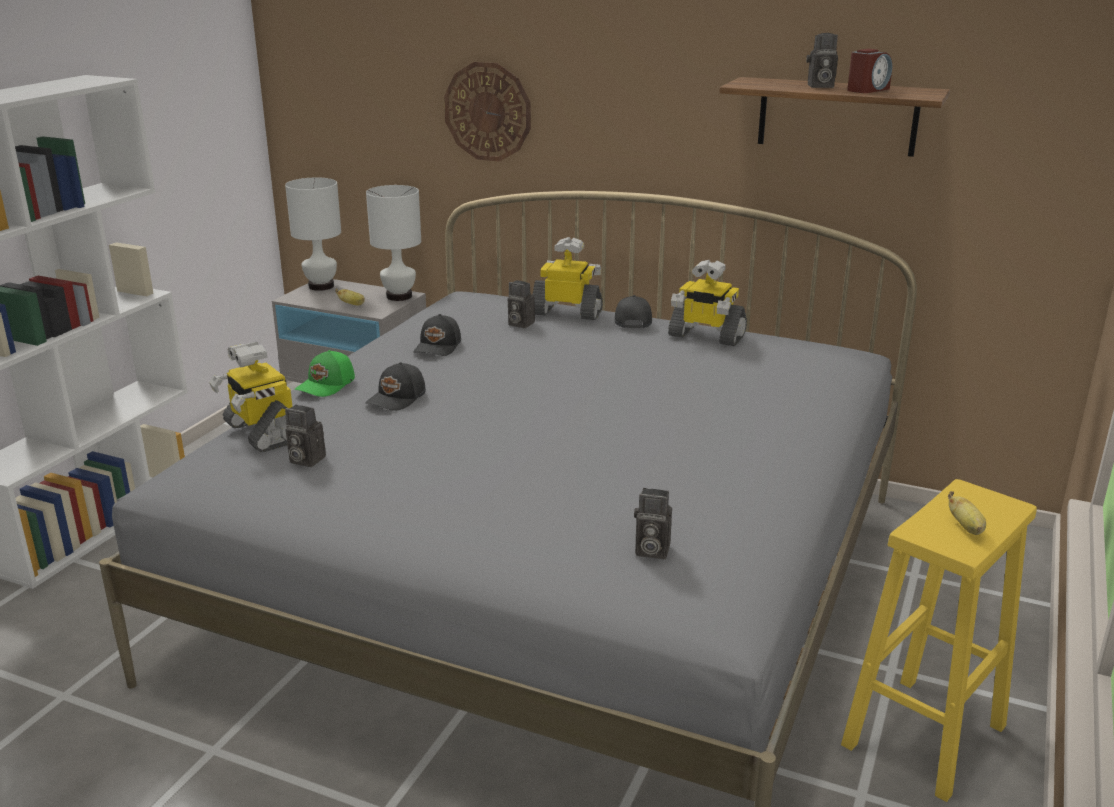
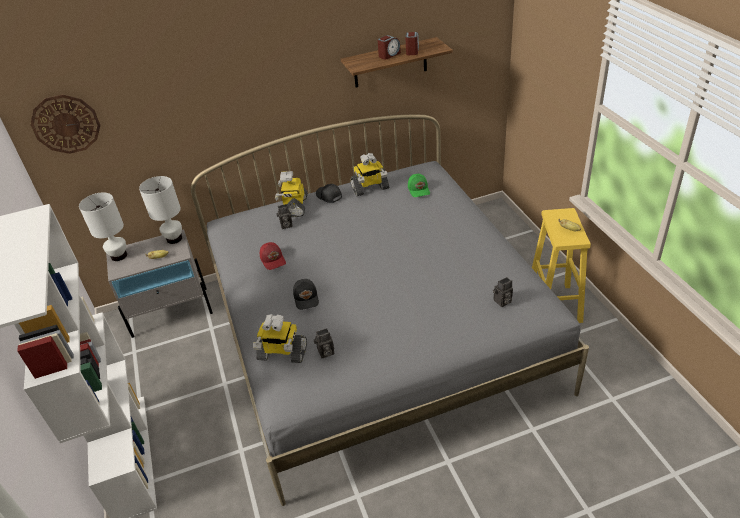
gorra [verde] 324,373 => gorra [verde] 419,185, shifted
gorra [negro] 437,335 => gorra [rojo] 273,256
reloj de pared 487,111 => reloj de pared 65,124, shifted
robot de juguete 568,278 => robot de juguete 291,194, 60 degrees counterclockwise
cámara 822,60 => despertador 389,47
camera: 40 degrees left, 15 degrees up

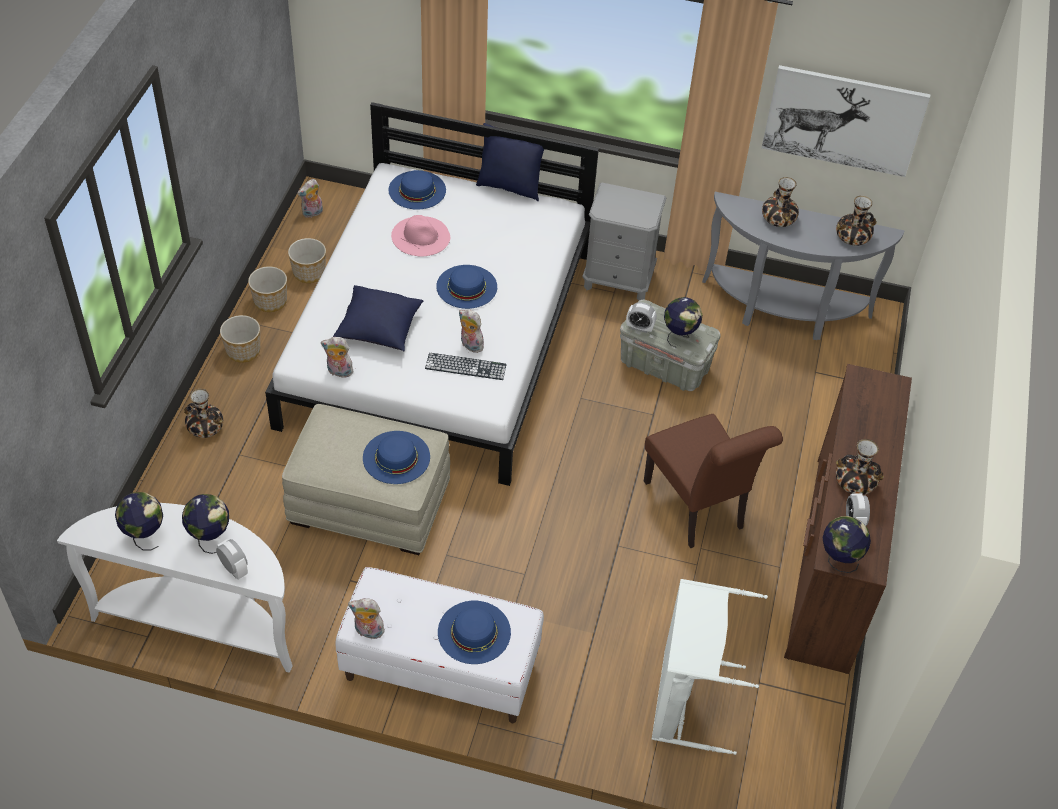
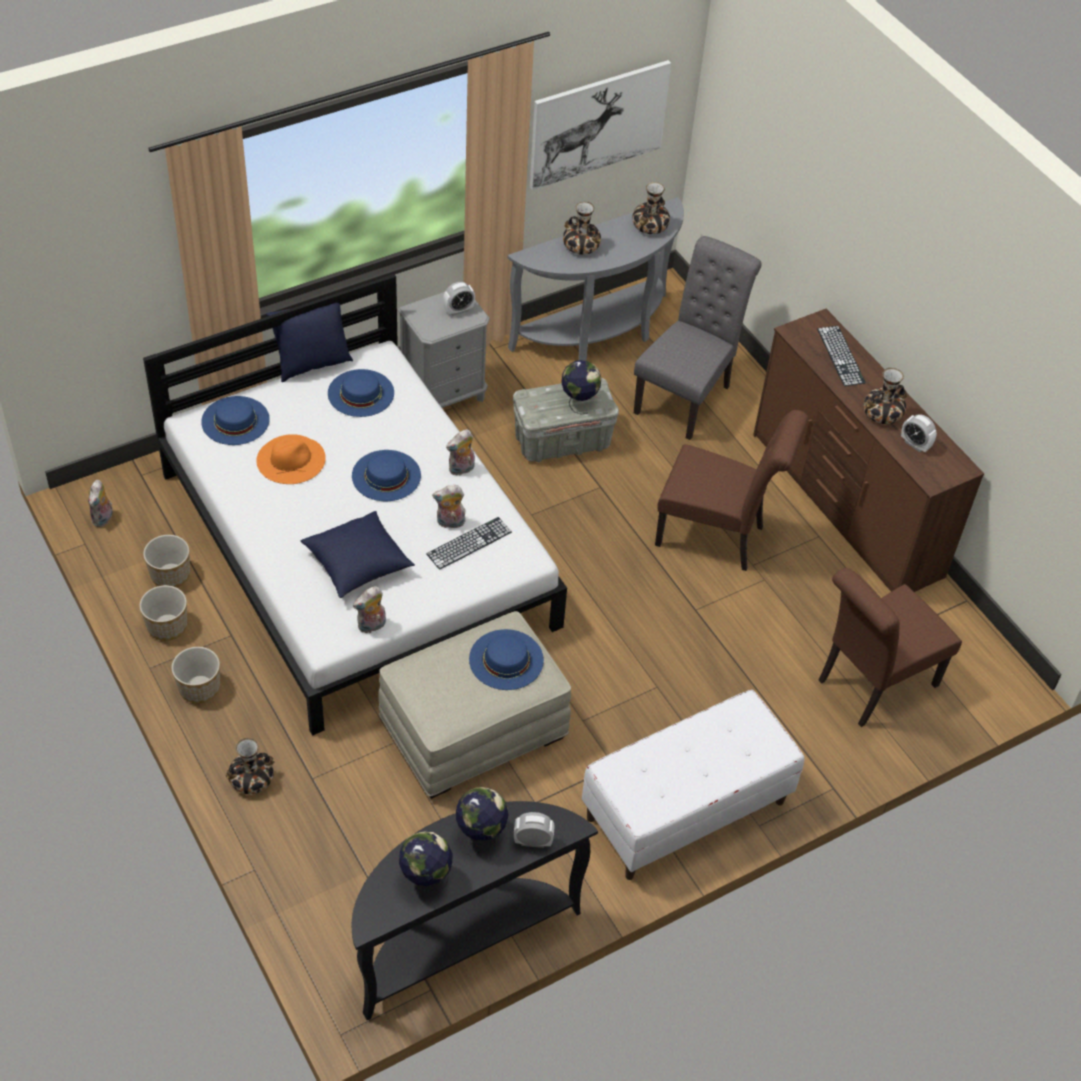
mesa consola [blanco] 175,588 => mesa consola [negro] 475,910
peluche 366,618 => peluche 460,452, shifted
sombrero [rosa] 420,235 => sombrero [naranja] 291,459
sombrero [azul] 474,632 => sombrero [azul] 361,393, shifted
despertador 641,317 => despertador 459,299, shifted
cesto de la ropa [blanco] 710,667 => silla [marrón] 890,647
globo terráqueo 847,544 => nothing
nothing => silla [gris] 698,338
nothing => teclado 841,356
camera: 45 degrees left, 0 degrees up

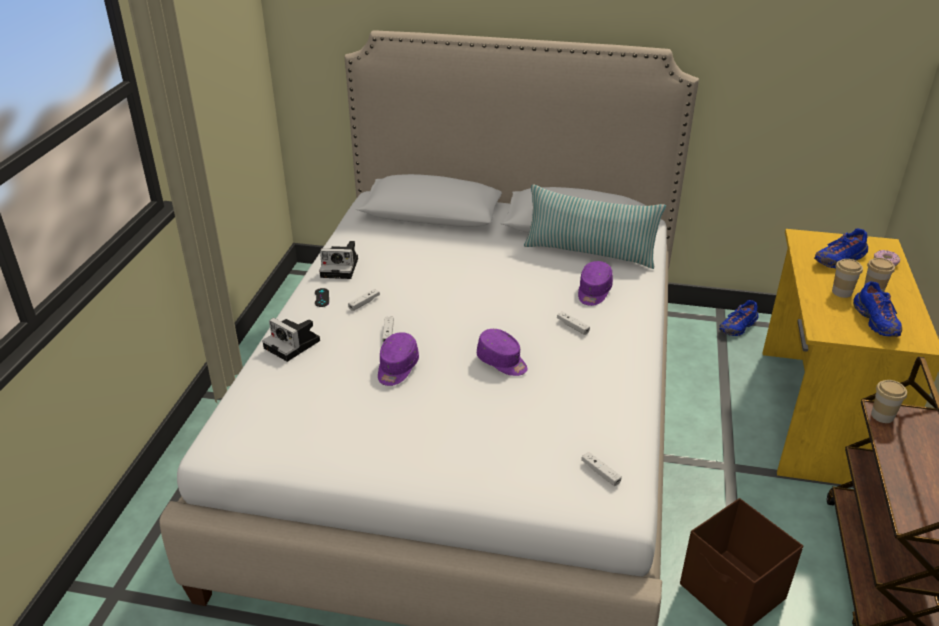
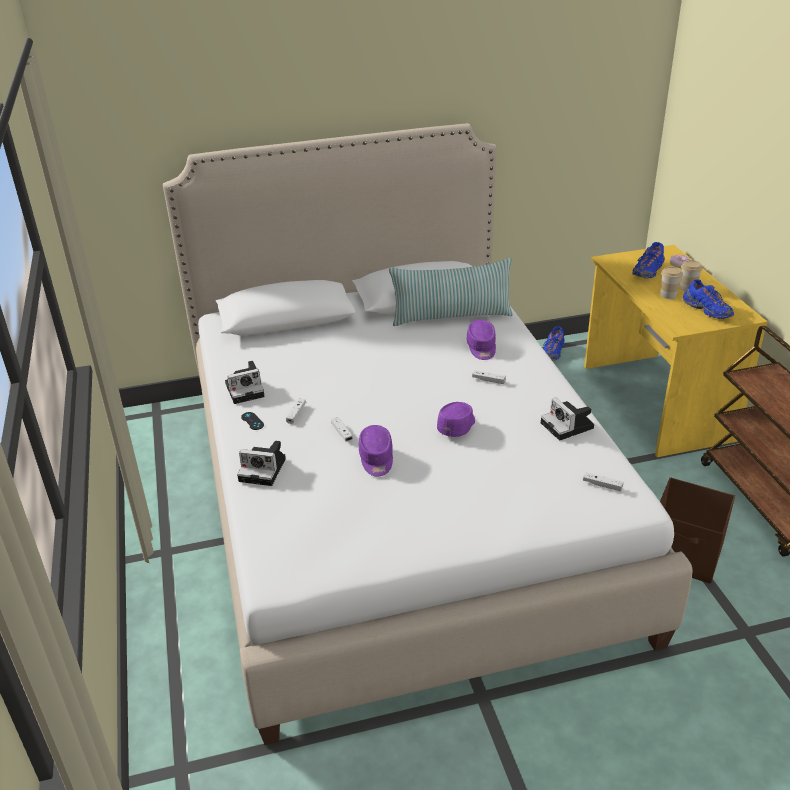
gorra [morado] 502,352 => gorra [morado] 456,419, 75 degrees counterclockwise
taza 889,401 => nothing
nothing => cámara 567,419
camera: 25 degrees left, 0 degrees up

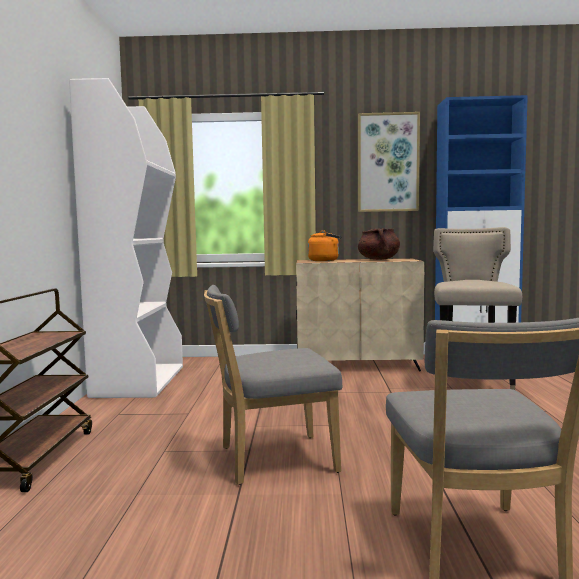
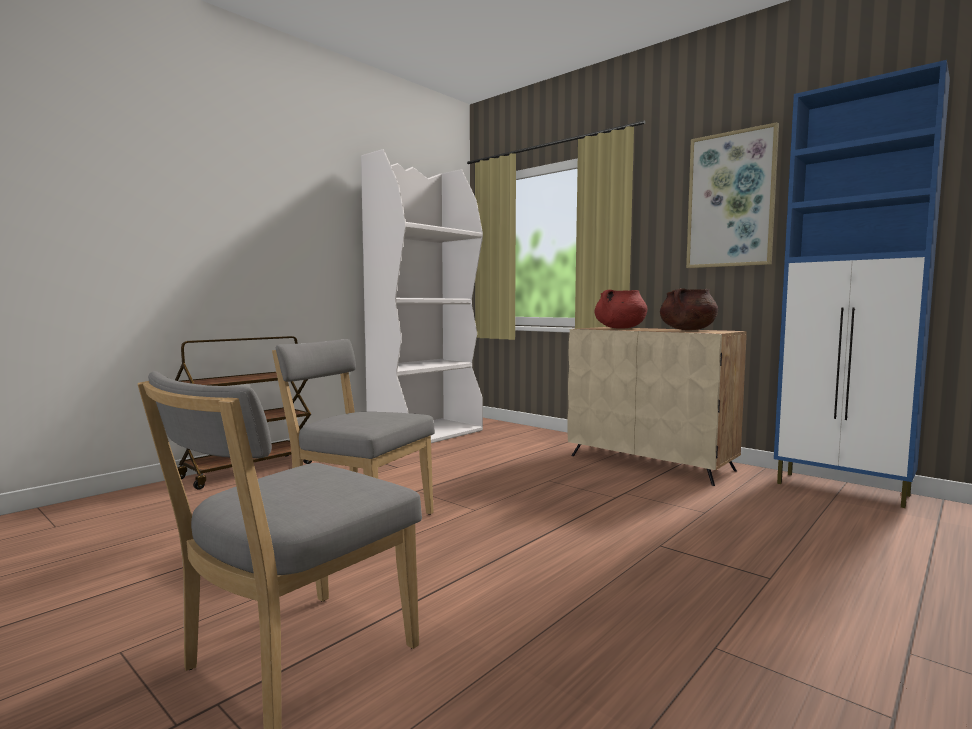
hervidor [naranja] 325,246 => olla [rojo] 621,309
taburete [beis] 477,308 => nothing
camera: 40 degrees right, 0 degrees up

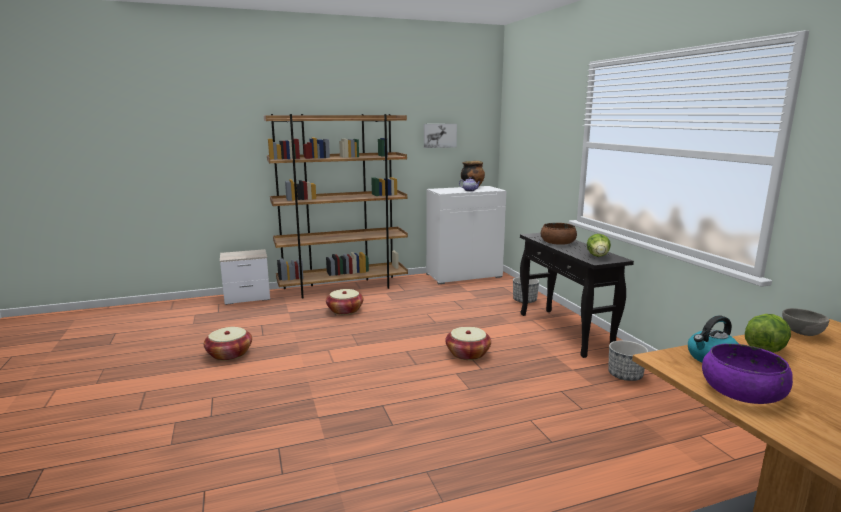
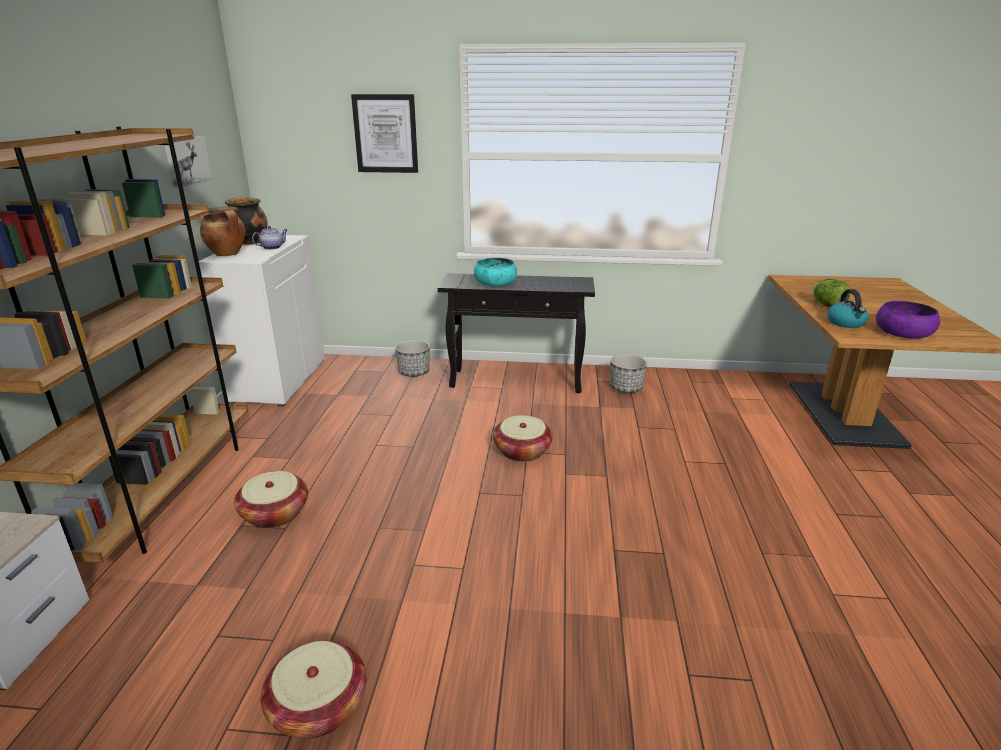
cuenco [marrón] 559,234 => cuenco [turquesa] 495,272
lechuga 599,245 => nothing
cuenco [gris] 805,322 => nothing
nothing => olla 223,231
nothing => cuadro 384,133
camera: 65 degrees left, 10 degrees up

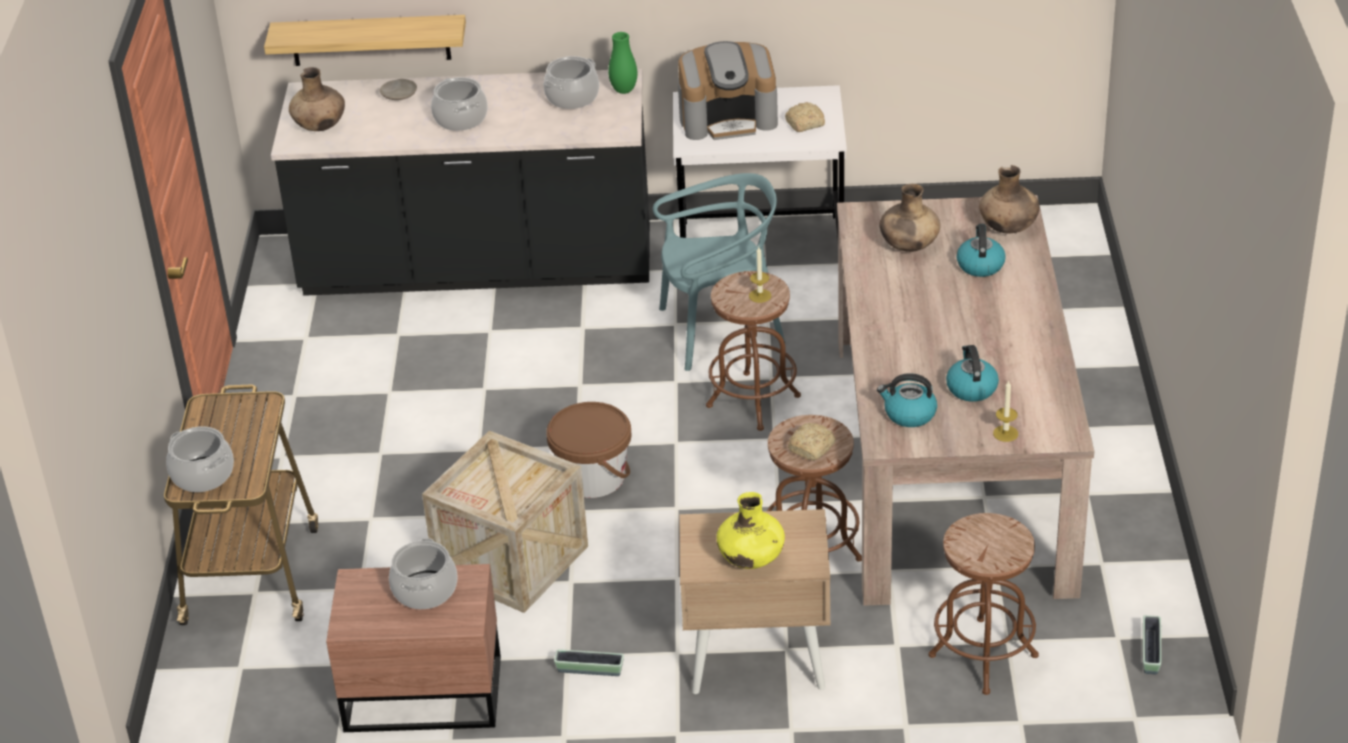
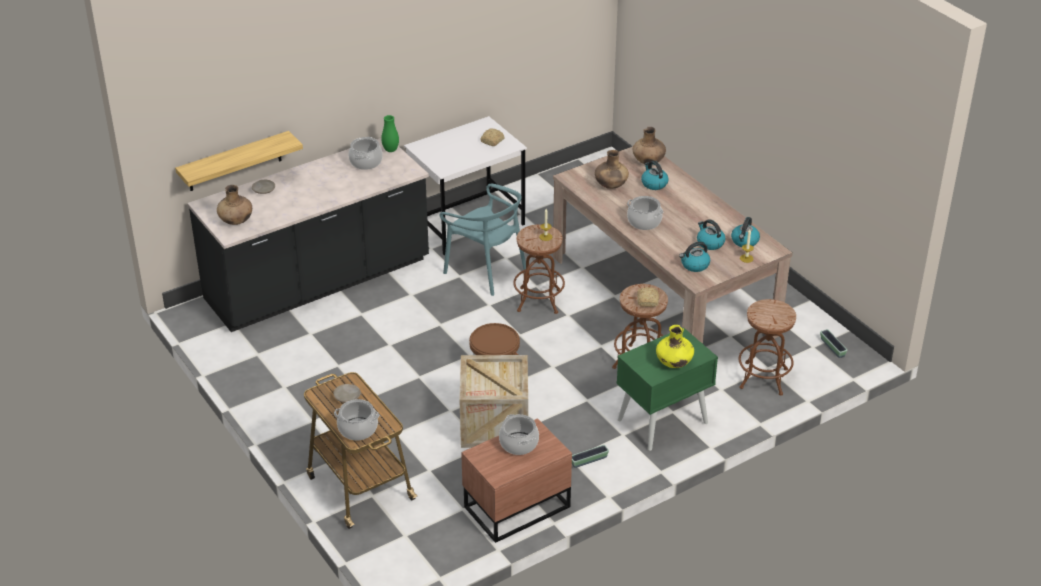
olla 459,104 => olla 645,213, shifted
silla [turquesa] 719,272 => silla [turquesa] 483,240, 90 degrees clockwise
cafetera 728,90 => nothing
mesita de noche [beis] 755,601 => mesita de noche [verde] 667,389
nothing => plato [beis] 347,393
nothing => hervidor 745,232
camera: 35 degrees left, 0 degrees up

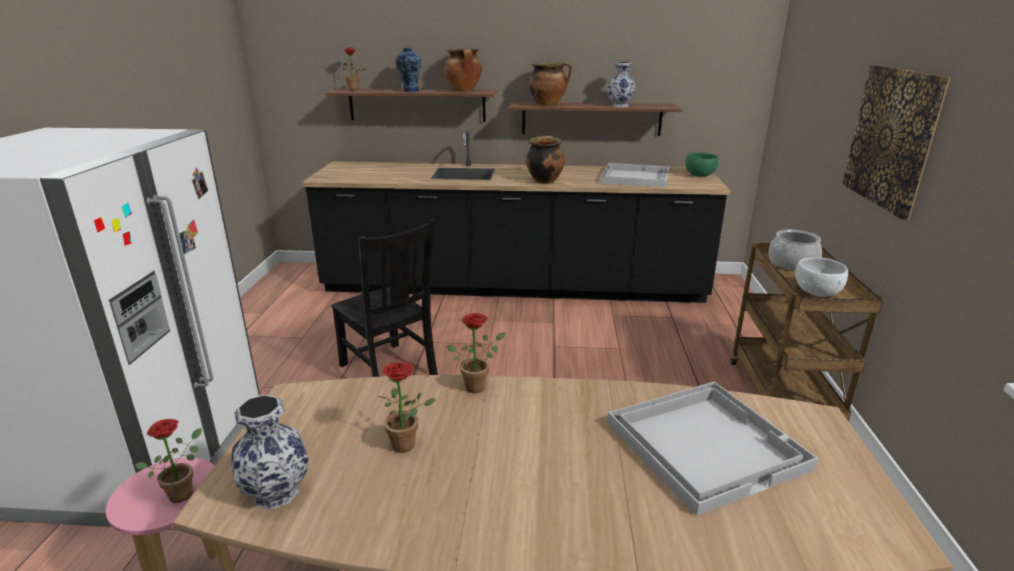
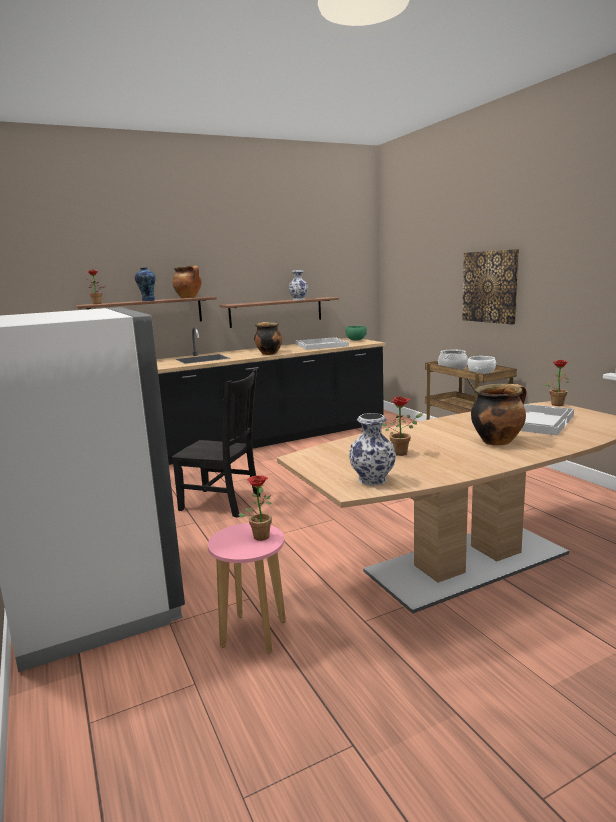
planta en maceta 476,353 => planta en maceta 556,383, shifted
olla 550,84 => olla 498,415, shifted
camera: 30 degrees left, 10 degrees down

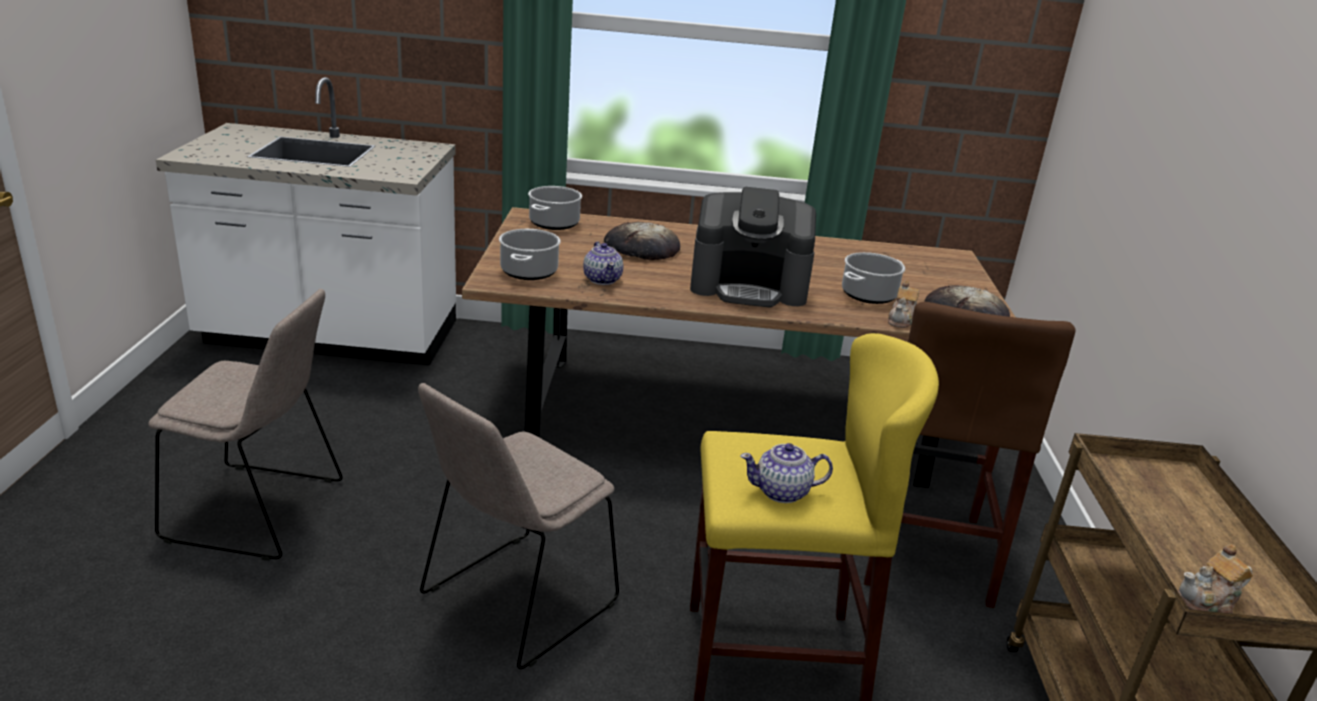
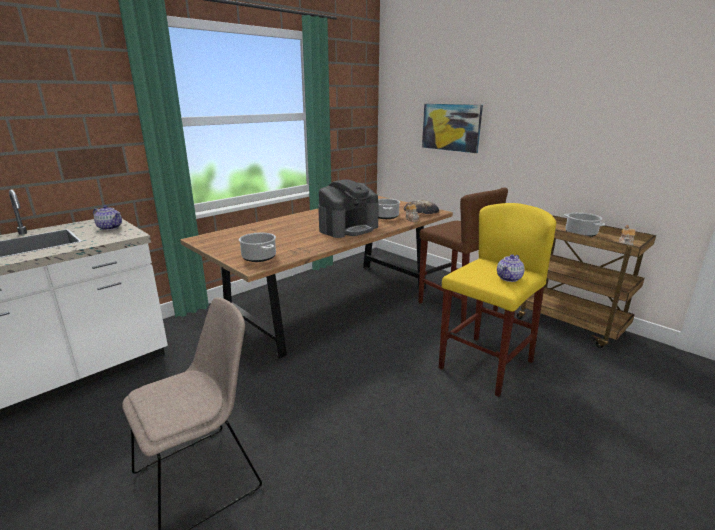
silla [beis] 518,526 => nothing
olla 555,208 => olla 584,224, shifted
tetera 603,263 => tetera 107,217, shifted
pan 642,241 => nothing
nothing => cuadro 452,128
camera: 45 degrees left, 5 degrees down

